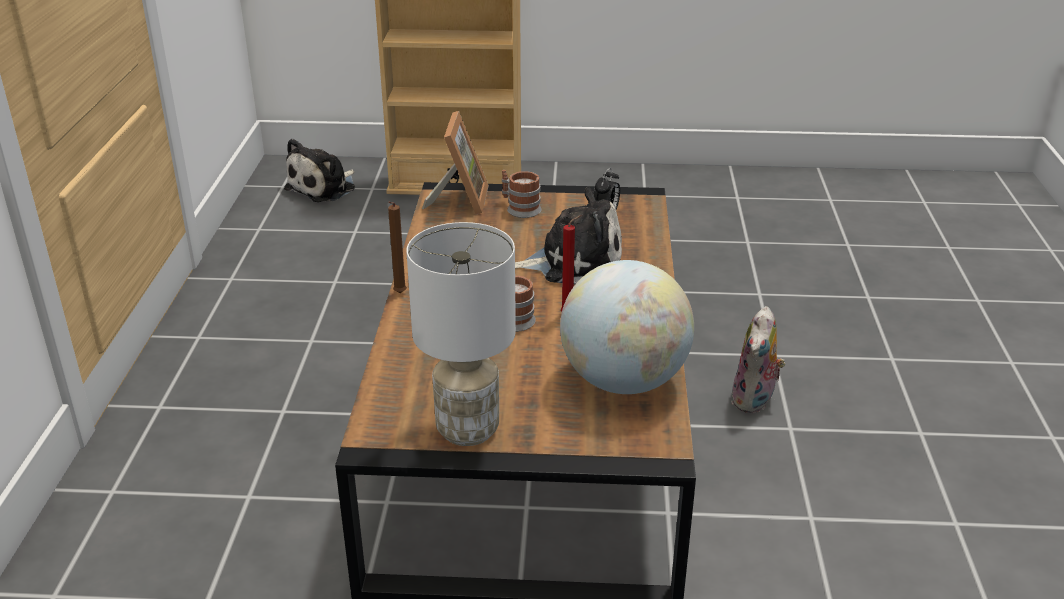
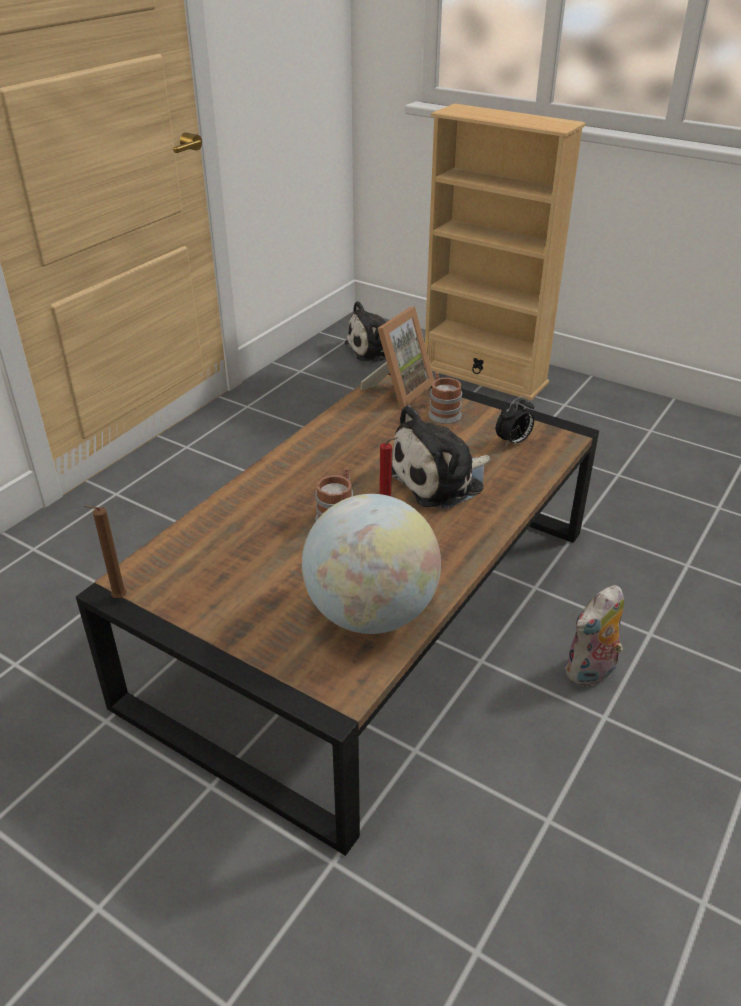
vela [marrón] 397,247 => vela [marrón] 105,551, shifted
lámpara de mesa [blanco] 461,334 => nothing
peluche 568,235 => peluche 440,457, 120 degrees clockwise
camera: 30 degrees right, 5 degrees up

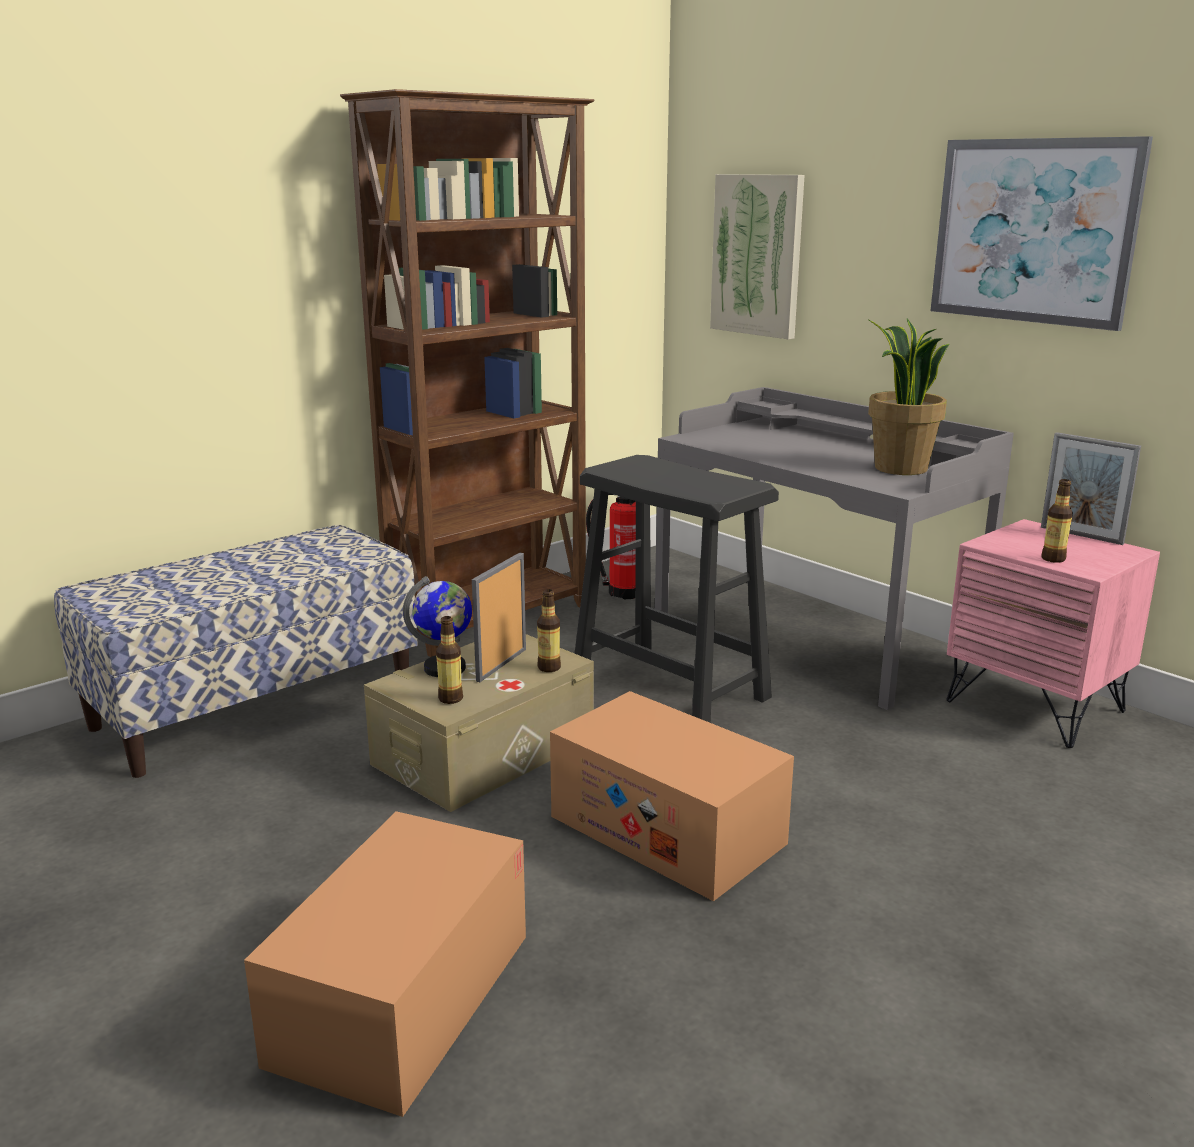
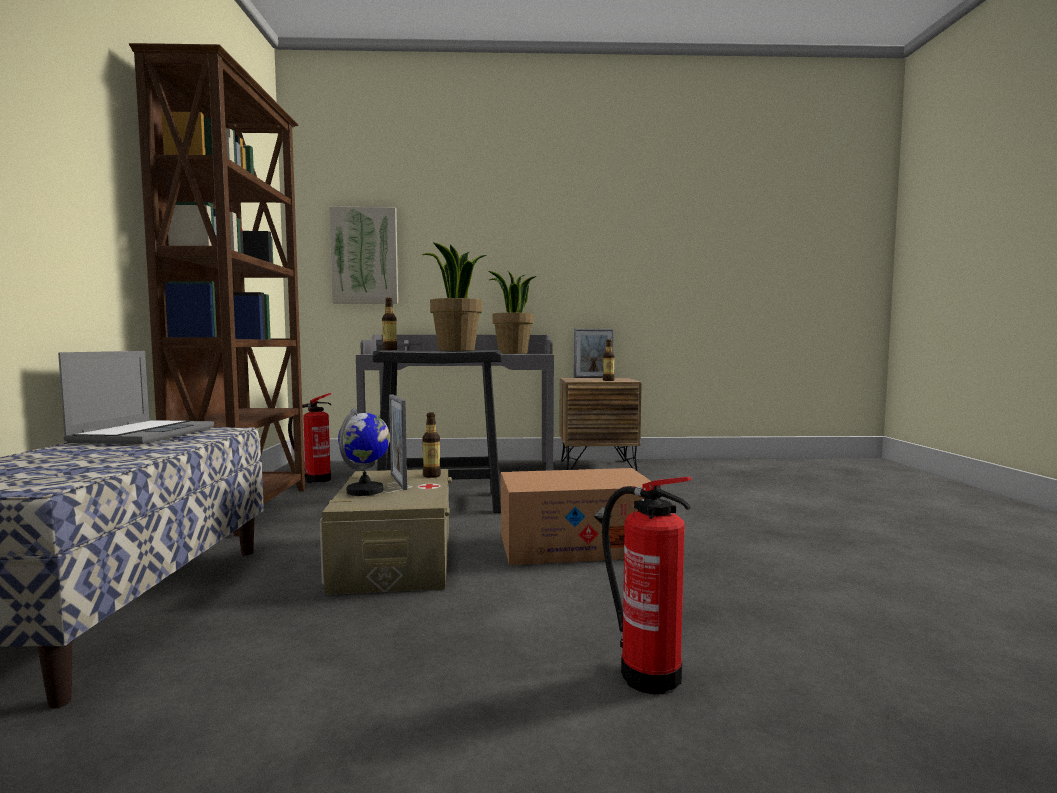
caja de cartón 385,964 => extintor 647,586
botella 449,660 => botella 389,324, shifted
cuadro 1042,233 => nothing
mesita de noche [rosa] 1053,633 => mesita de noche [marrón] 600,425
nothing => portátil 136,397
nothing => planta en maceta 454,297
camera: 50 degrees left, 15 degrees down

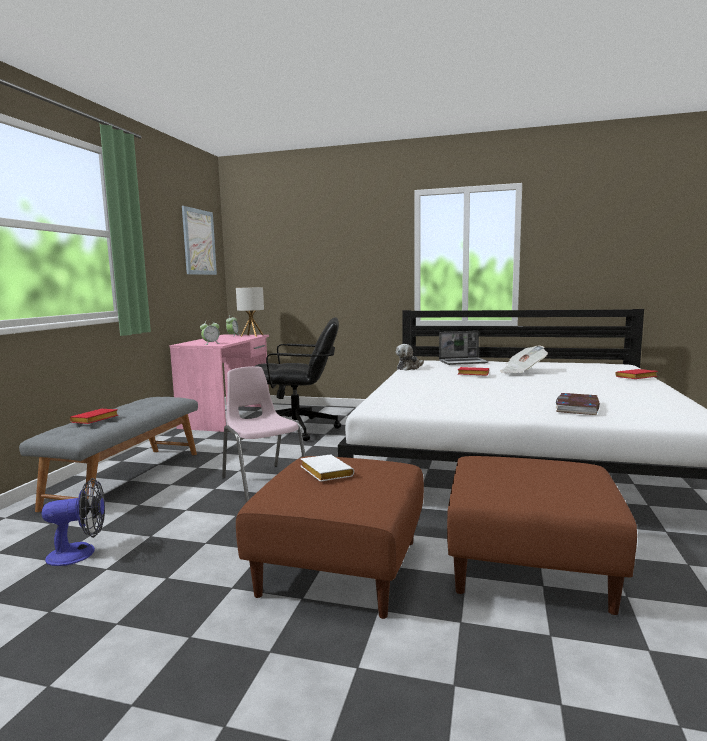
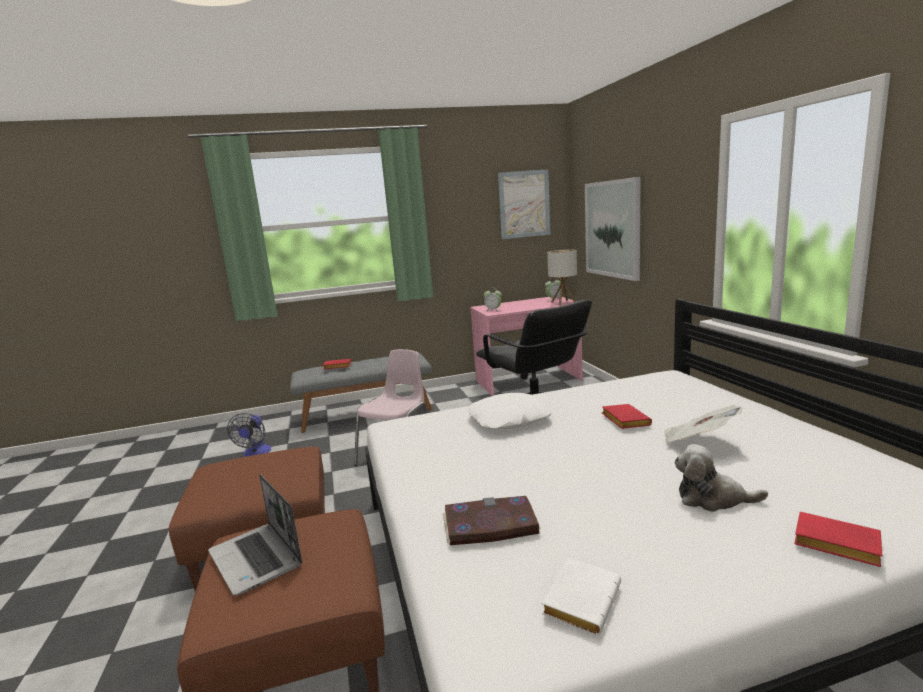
ventilador 73,522 => ventilador 249,435, 45 degrees clockwise
libro [blanco] 327,468 => libro [blanco] 581,597, shifted
peluche 410,357 => peluche 721,478, shifted
portátil 464,348 => portátil 255,535, shifted
nothing => cojín [blanco] 509,411
nothing => cuadro 613,229
camera: 60 degrees right, 5 degrees up

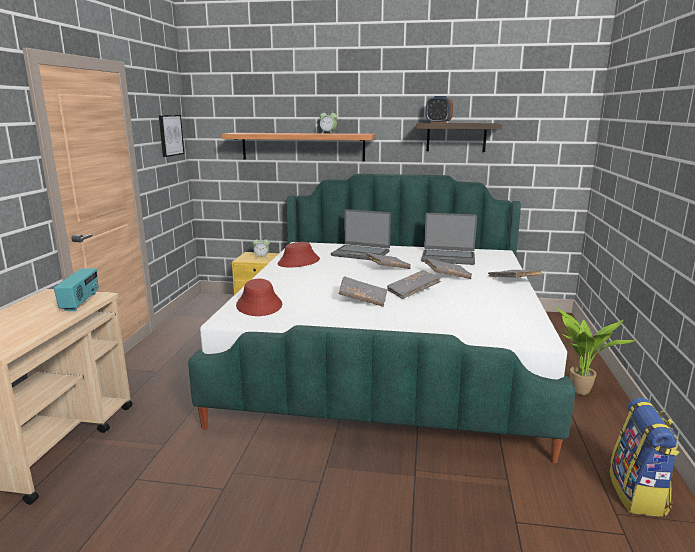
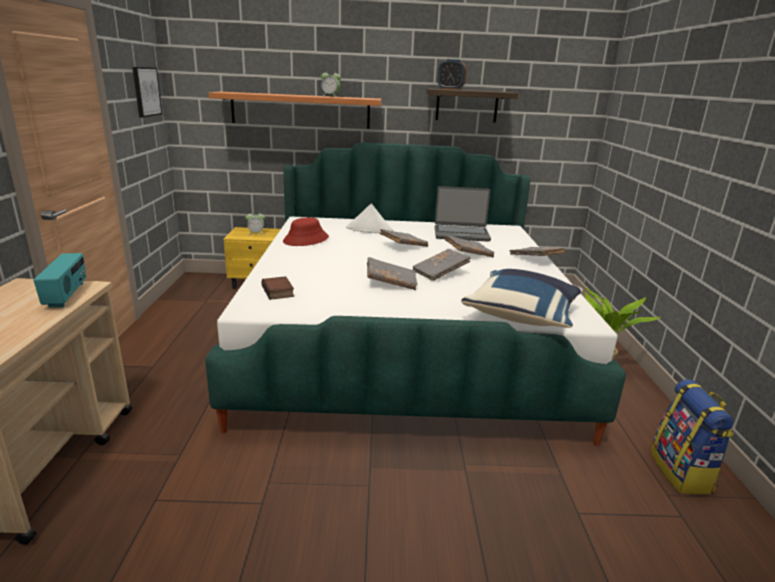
sombrero [rojo] 259,297 => libro 278,288
portátil 361,234 => sombrero [blanco] 369,218
nothing => cojín [azul] 522,298
camera: 10 degrees left, 5 degrees up

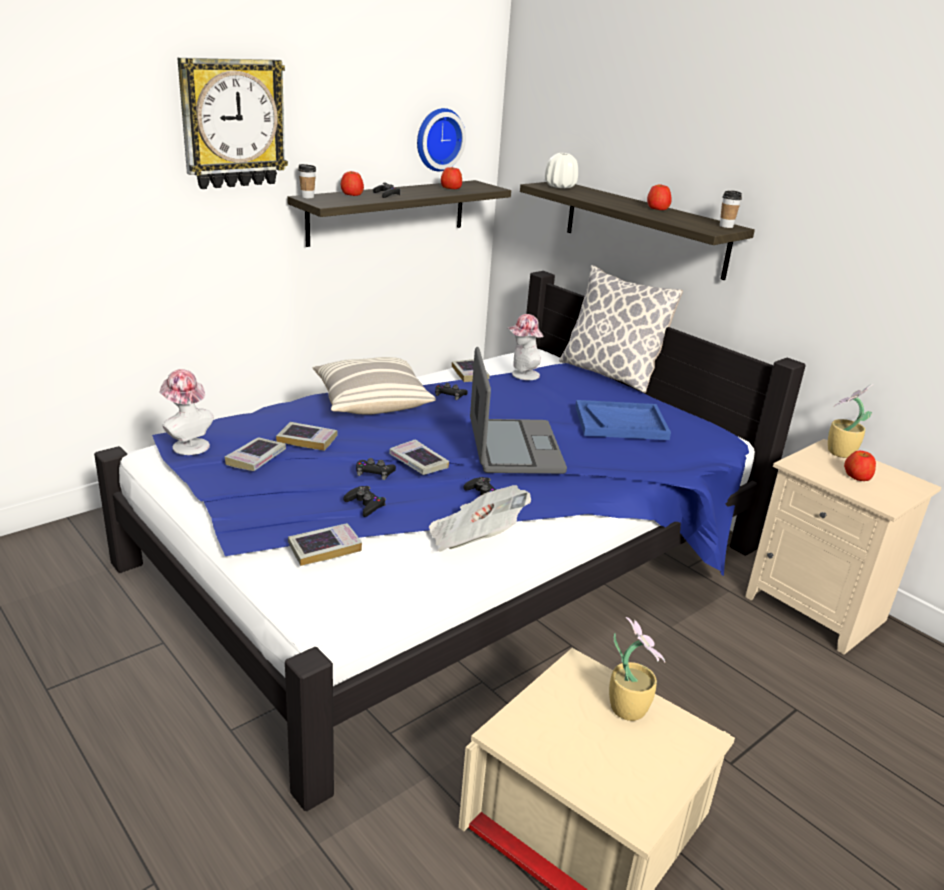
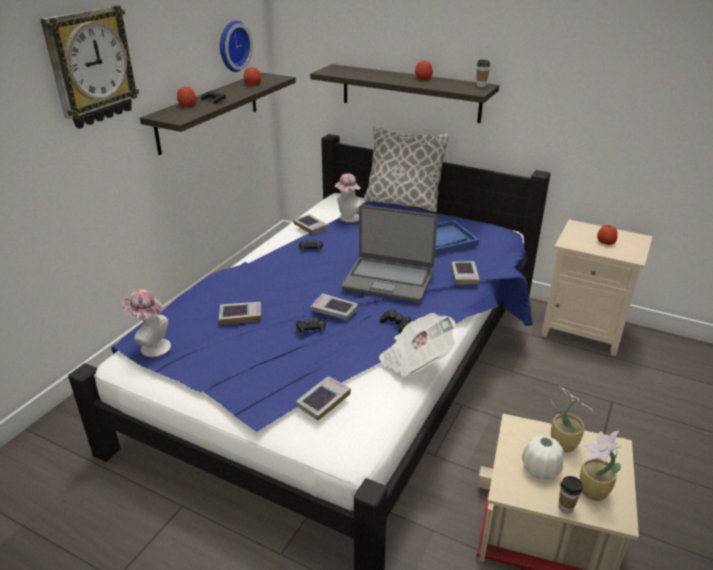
libro 255,454 => libro 466,273, shifted
taza 307,181 => taza 570,495, shifted
cojín 374,386 => nothing
mando de consola [negro] 365,501 => nothing
portátil 518,410 => portátil 390,253, 135 degrees clockwise
florero [blanco] 561,170 => florero [blanco] 543,457, shifted
planta en maceta 850,421 => planta en maceta 600,466, shifted
camera: 20 degrees left, 5 degrees up

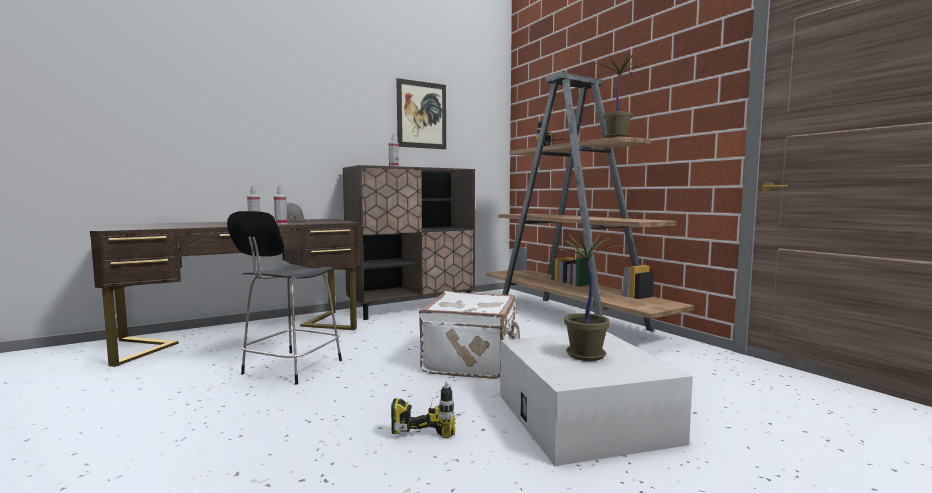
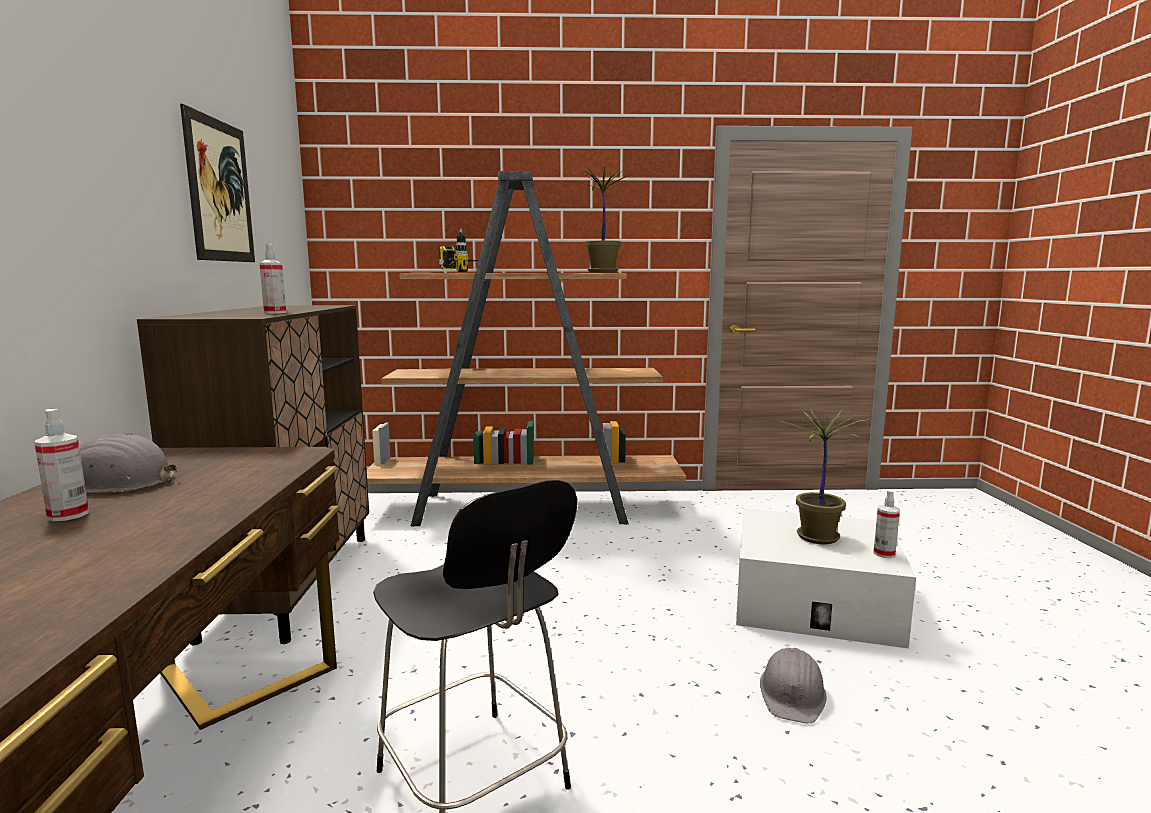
pulverizador 280,204 => pulverizador 886,524, shifted
taladro 423,410 => casco [gris] 793,685
maleta [blanco] 469,335 => nothing
camera: 60 degrees left, 5 degrees up

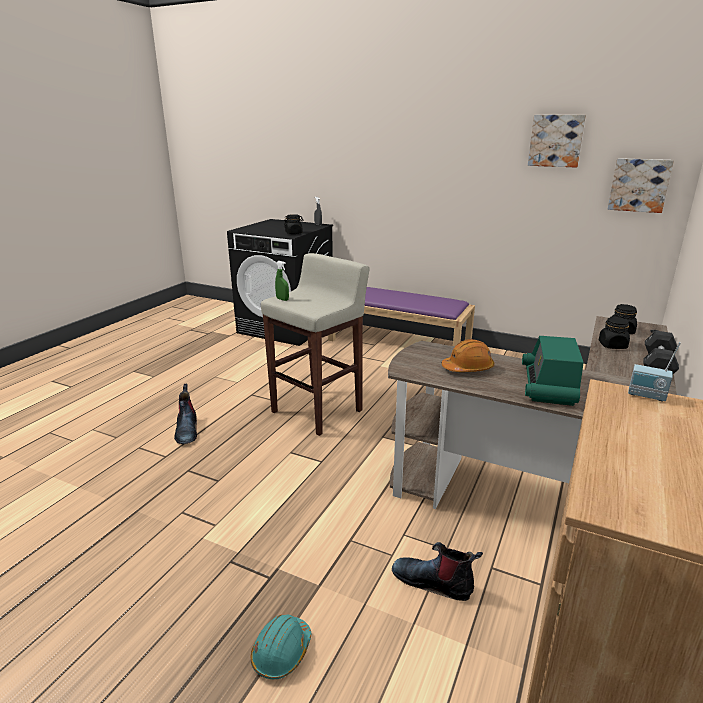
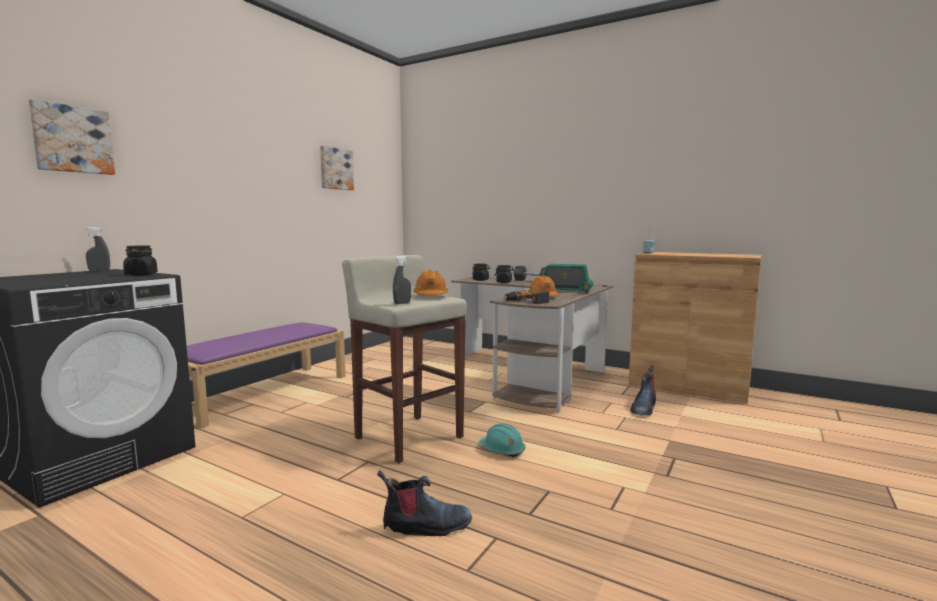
casco [turquesa] 281,646 => casco [turquesa] 501,440, shifted
pulverizador [verde] 282,281 => pulverizador [gris] 402,279
cuadro 641,185 => cuadro 72,137, shifted
nothing => casco [naranja] 430,282
nothing => taladro 526,297
camera: 85 degrees left, 15 degrees down

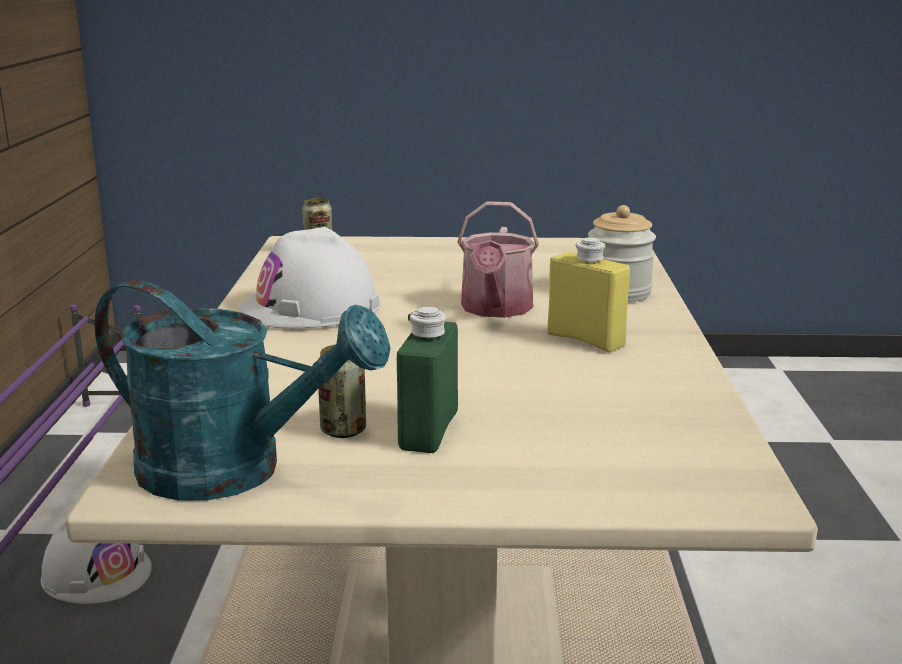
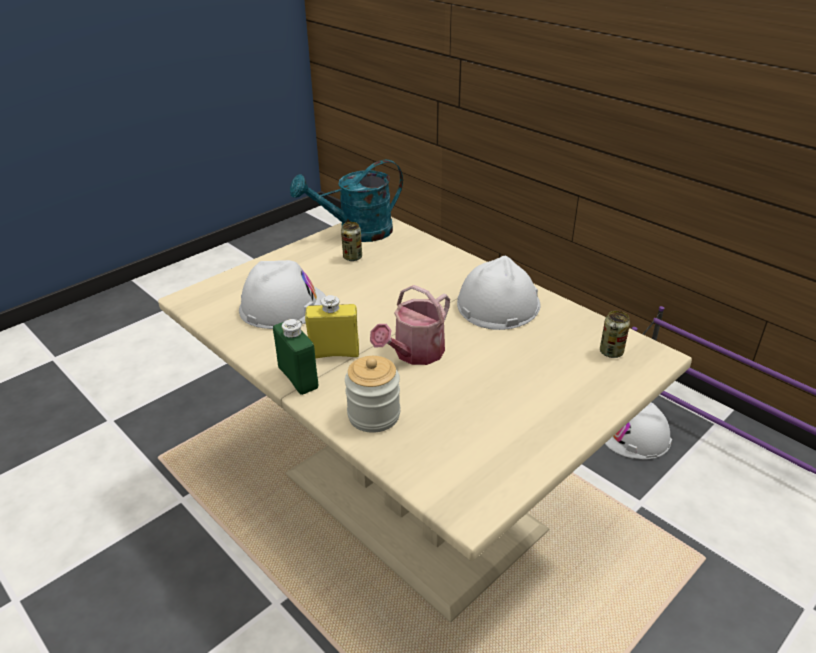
botella [verde] 427,380 => botella [verde] 295,357, shifted
regadera 498,259 => regadera 410,325, 105 degrees counterclockwise
nothing => casco [blanco] 282,294
camera: 135 degrees right, 15 degrees up

